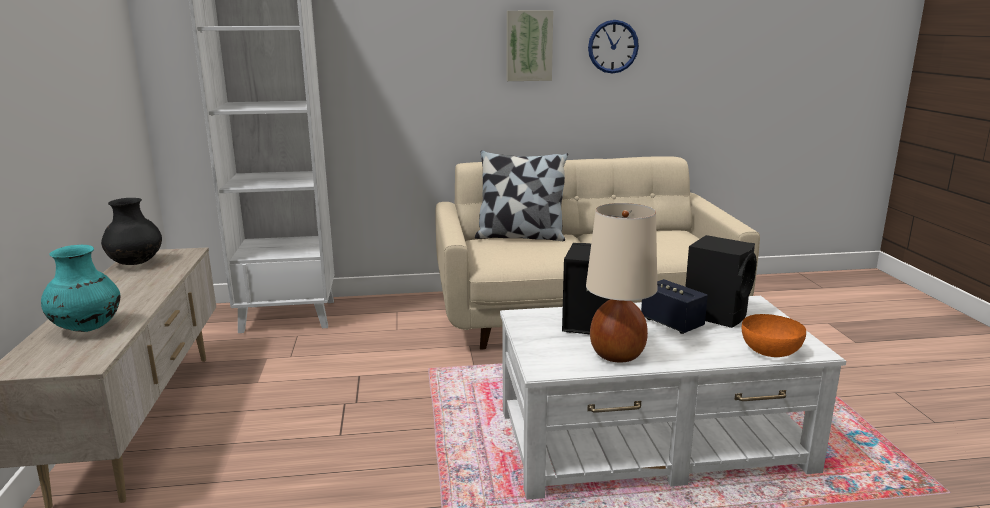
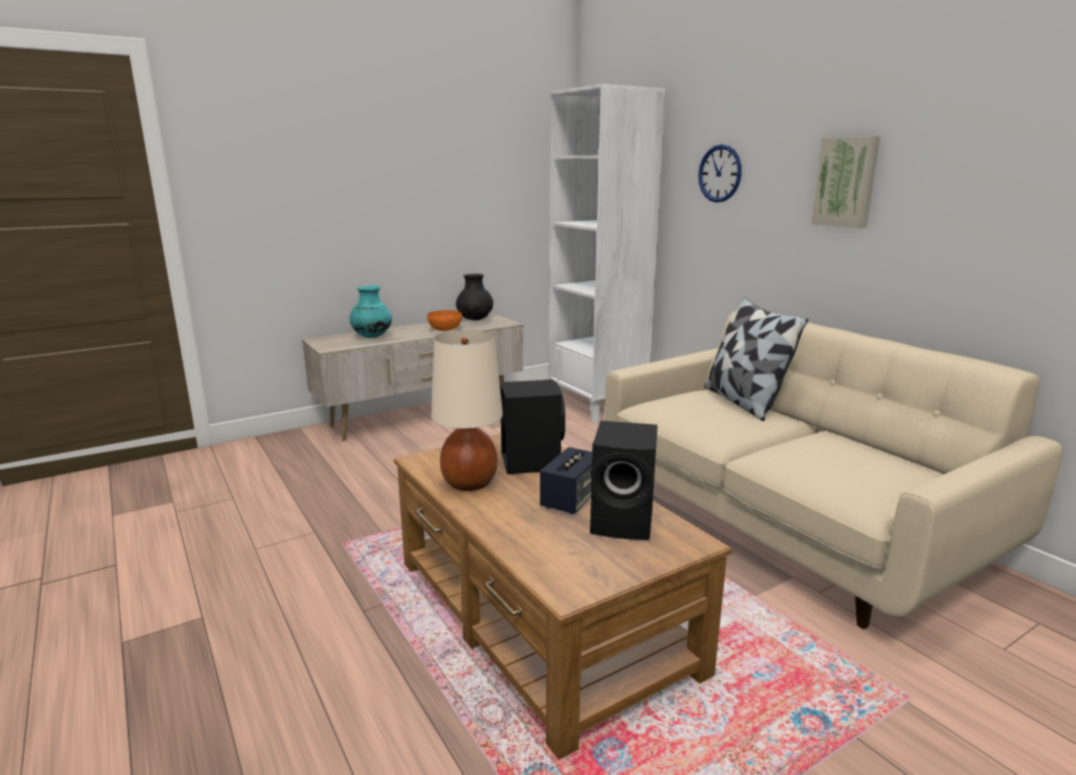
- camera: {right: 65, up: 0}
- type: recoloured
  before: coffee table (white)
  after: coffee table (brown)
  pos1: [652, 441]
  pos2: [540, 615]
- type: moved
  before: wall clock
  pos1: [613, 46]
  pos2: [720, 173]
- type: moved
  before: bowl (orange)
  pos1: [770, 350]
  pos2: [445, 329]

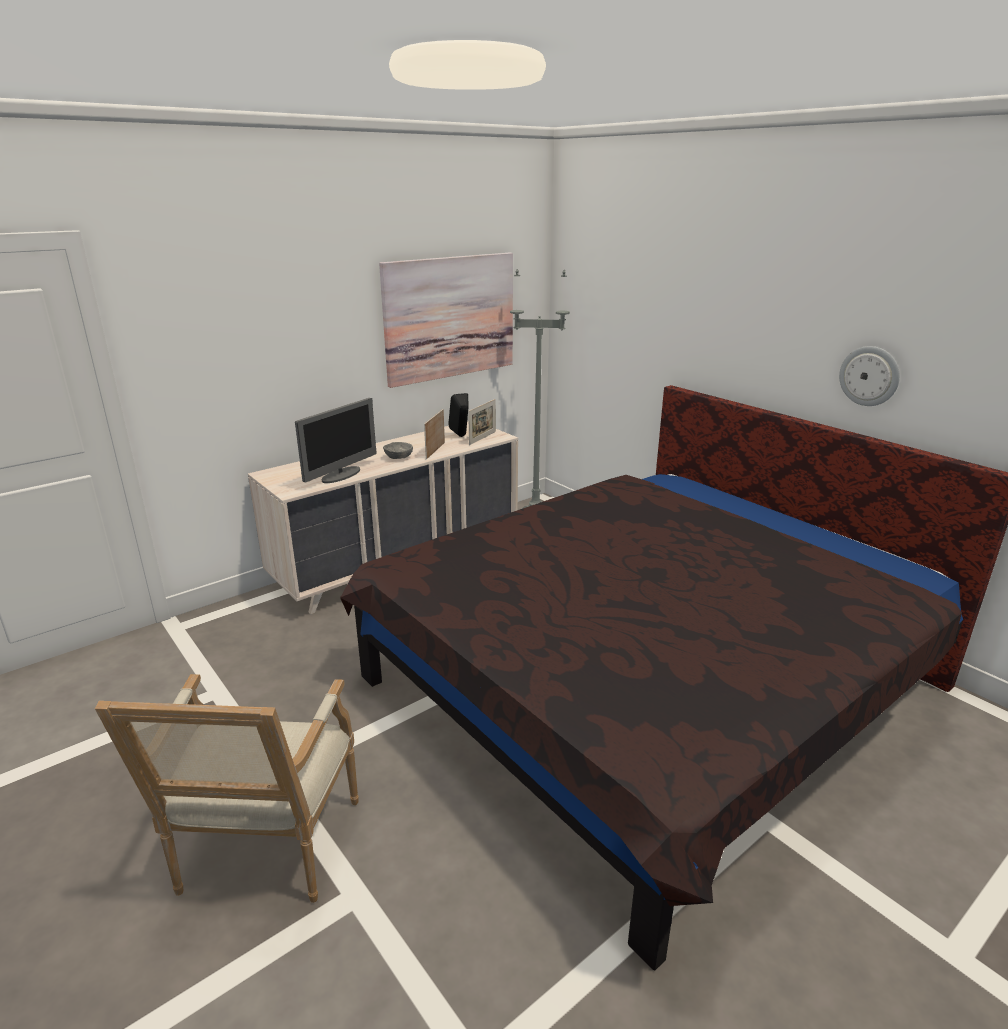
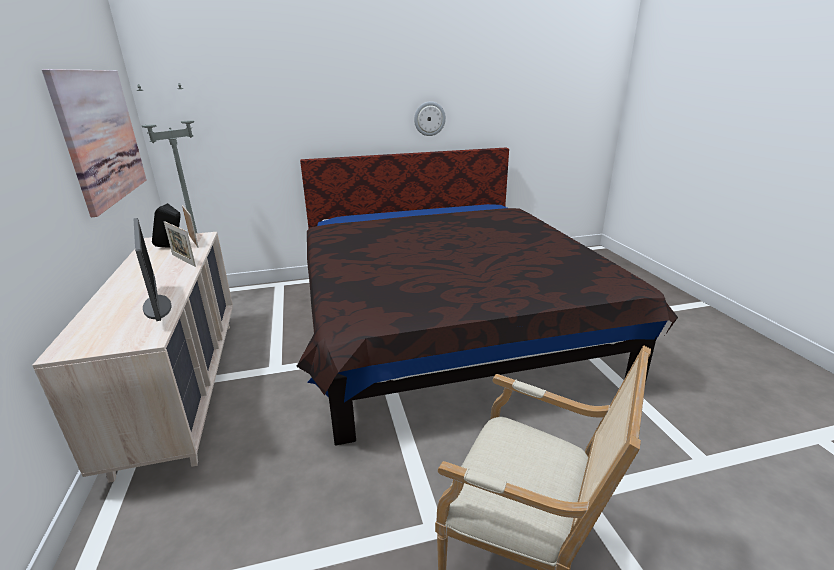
- camera: {right: -65, up: 0}
- type: removed
  before: bowl (grey)
  pos1: [398, 458]

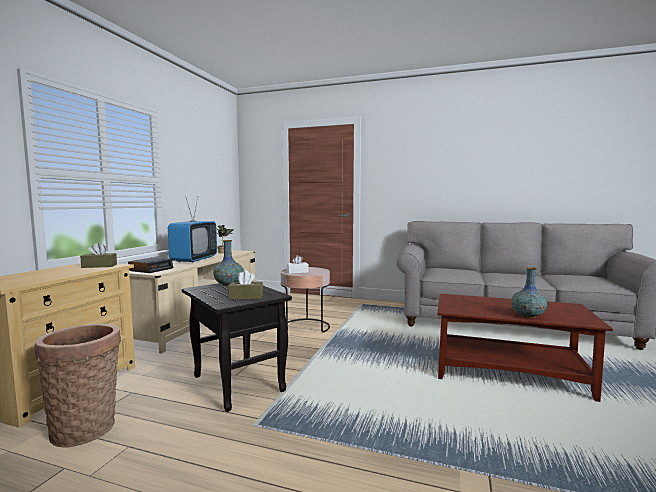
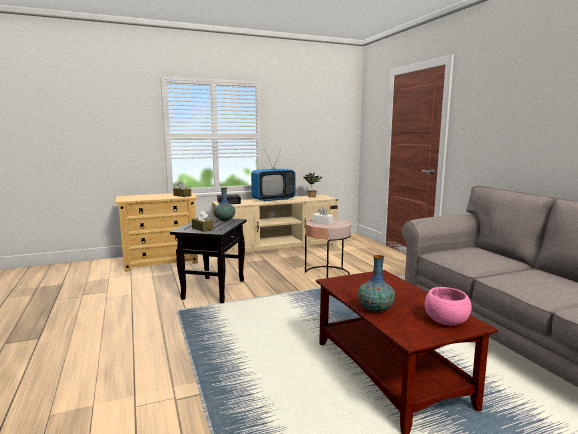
- camera: {right: 50, up: 5}
- type: removed
  before: basket
  pos1: [86, 427]
- type: added
  after: bowl (pink)
  pos2: [446, 321]

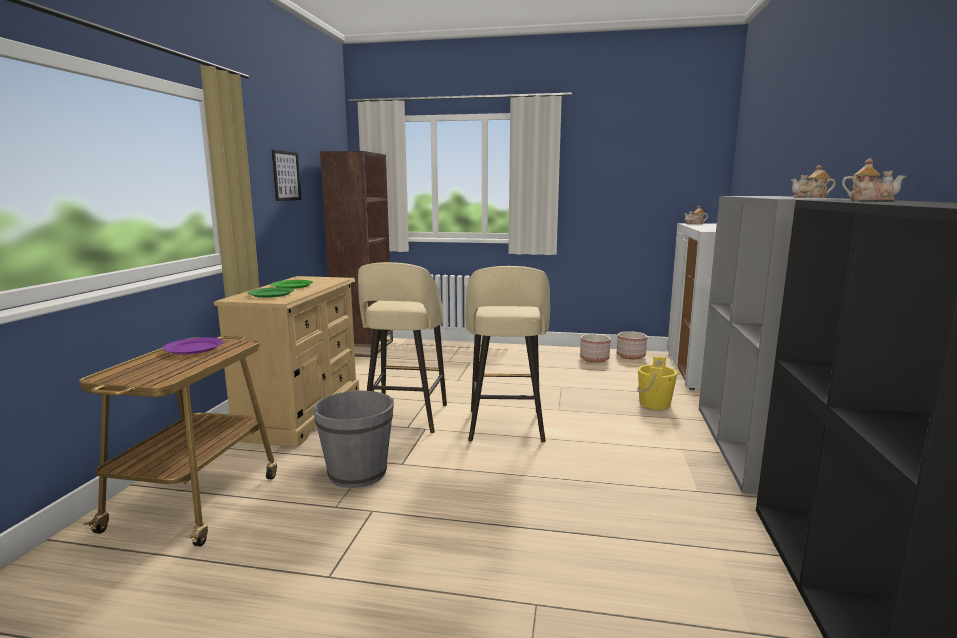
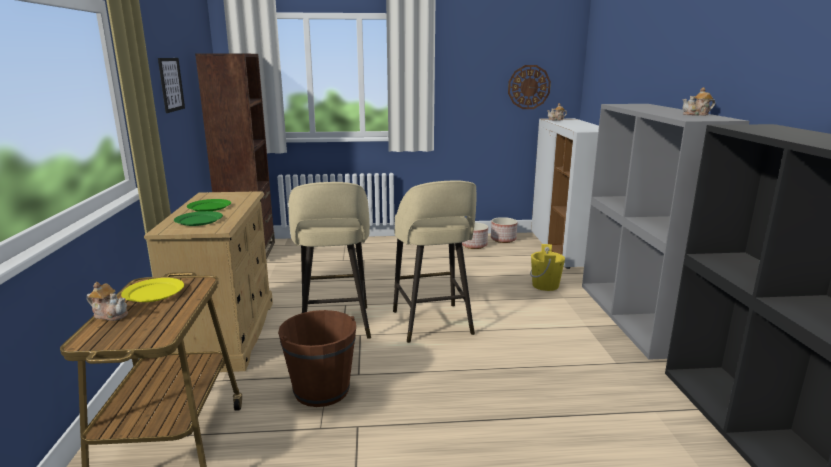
- camera: {right: -15, up: 5}
- type: recoloured
  before: plate (purple)
  after: plate (yellow)
  pos1: [193, 348]
  pos2: [153, 293]
- type: recoloured
  before: bucket (grey)
  after: bucket (brown)
  pos1: [357, 473]
  pos2: [321, 390]
- type: moved
  before: teapot
  pos1: [870, 200]
  pos2: [110, 314]
- type: added
  after: wall clock
  pos2: [529, 87]

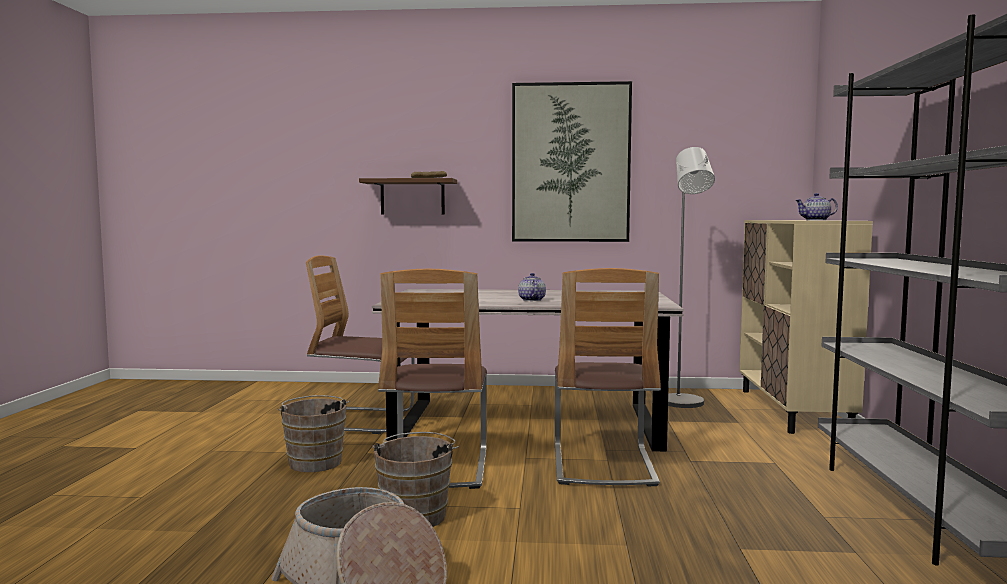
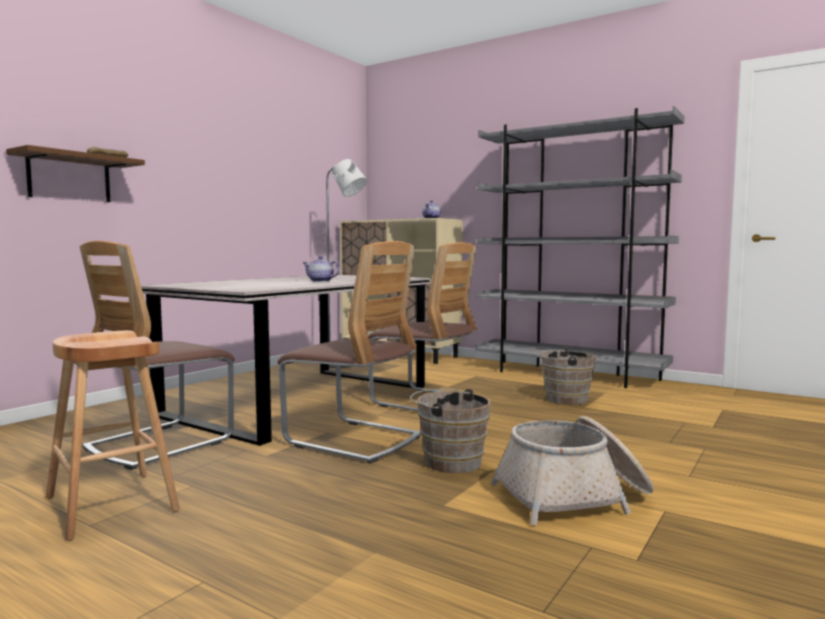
- camera: {right: -60, up: 0}
- type: moved
  before: bucket (brown)
  pos1: [315, 461]
  pos2: [562, 399]
- type: removed
  before: picture
  pos1: [570, 163]
- type: added
  after: stool (brown)
  pos2: [111, 504]

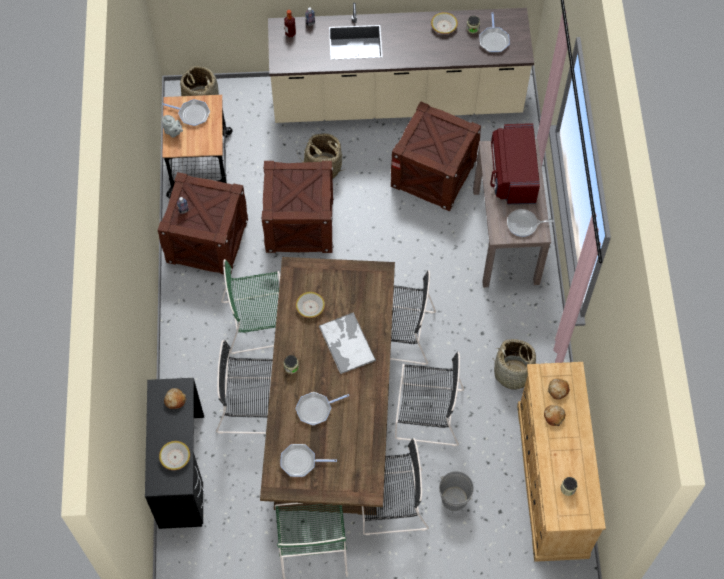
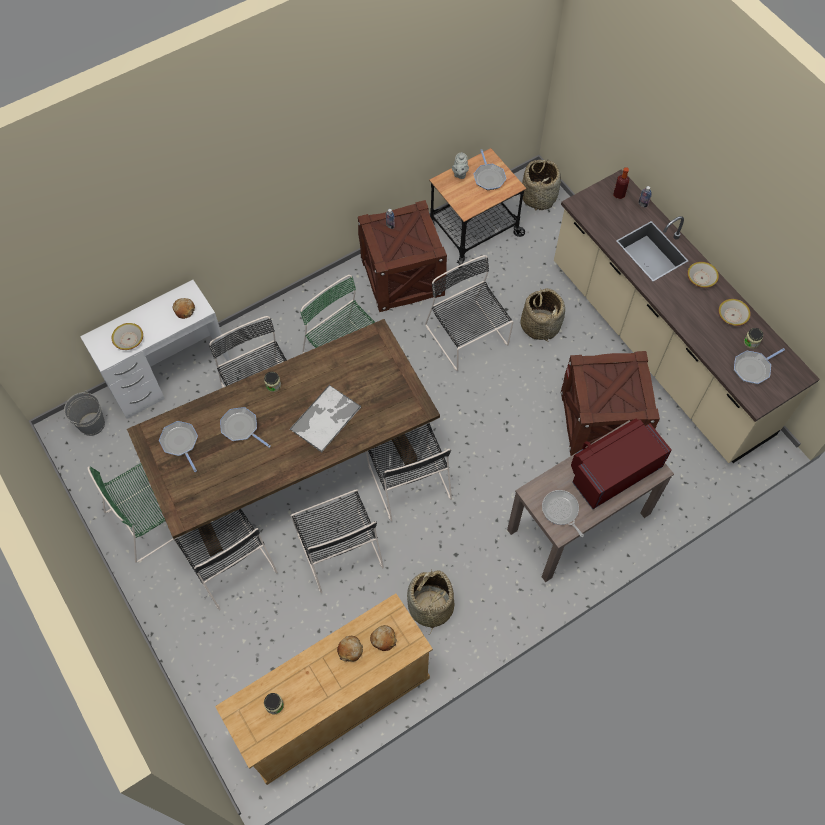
- camera: {right: 60, up: 0}
- type: recoloured
  before: desk (black)
  after: desk (white)
  pos1: [181, 471]
  pos2: [170, 375]
- type: replaced
  before: crate
  after: chair (black)
  pos1: [299, 224]
  pos2: [468, 337]
- type: moved
  before: bowl
  pos1: [310, 307]
  pos2: [701, 278]
- type: moved
  before: bucket (grey)
  pos1: [454, 499]
  pos2: [92, 424]

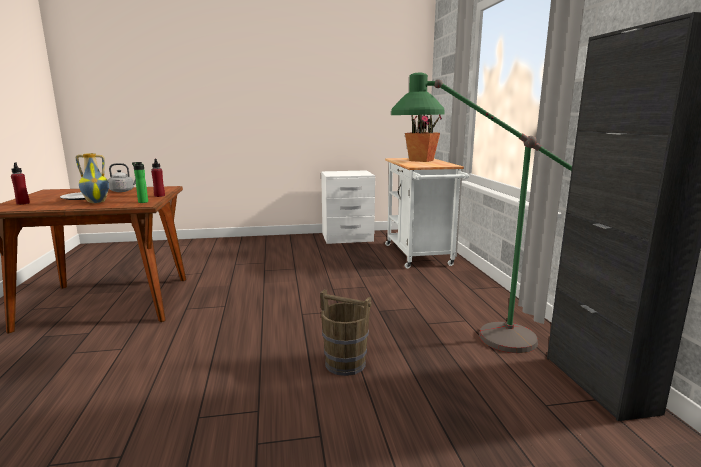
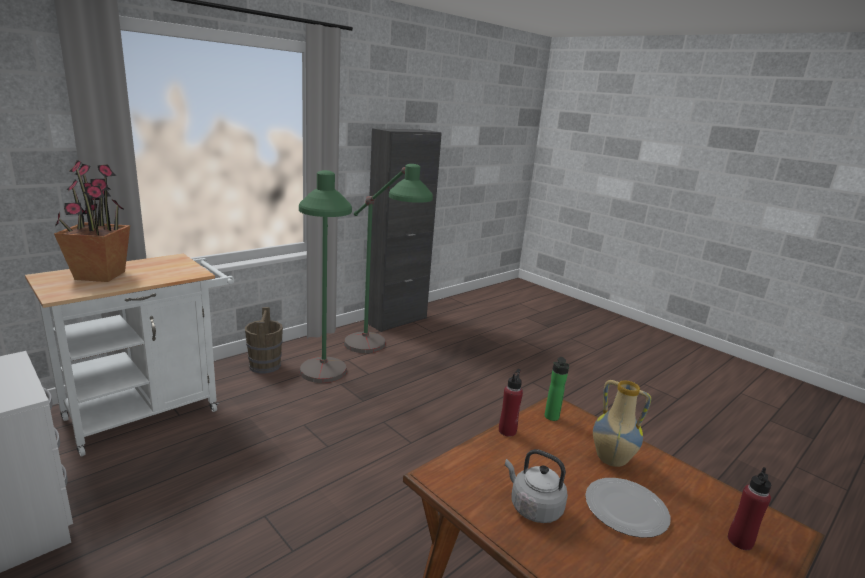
- camera: {right: -125, up: 5}
- type: moved
  before: bucket (brown)
  pos1: [345, 364]
  pos2: [265, 366]
- type: added
  after: floor lamp (green)
  pos2: [323, 388]

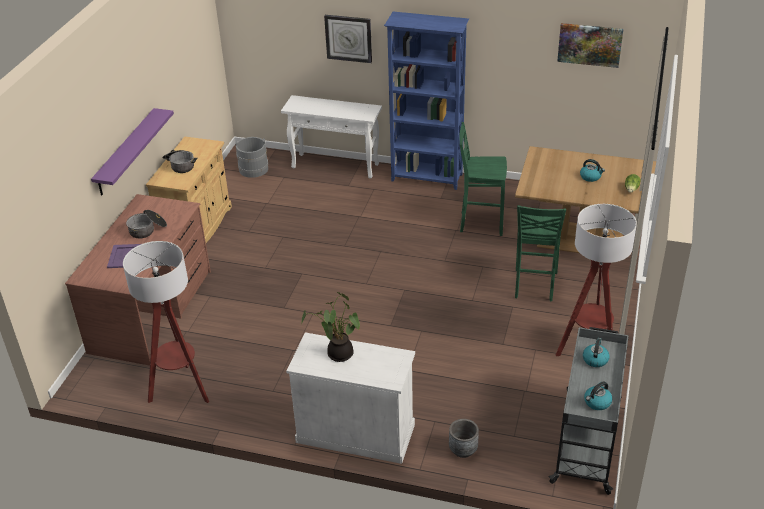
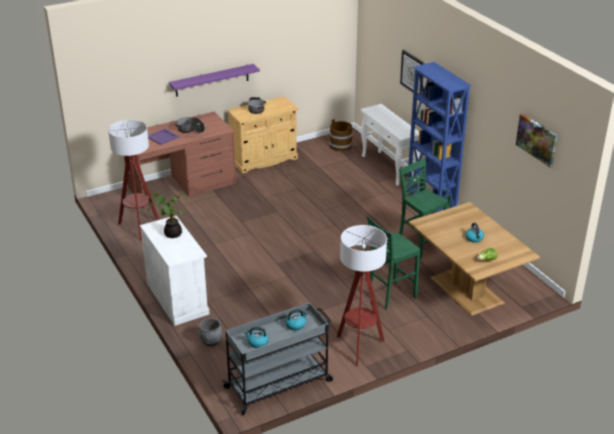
- camera: {right: 45, up: -5}
- type: recoloured
  before: bucket (grey)
  after: bucket (brown)
  pos1: [253, 169]
  pos2: [340, 146]

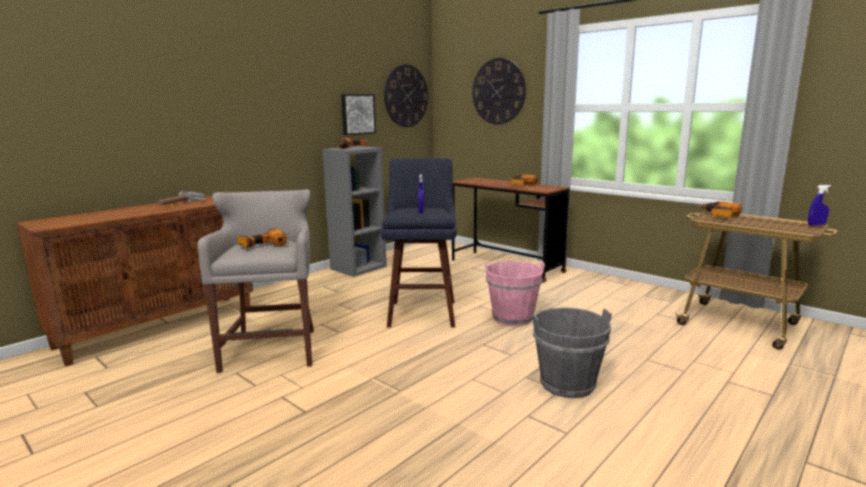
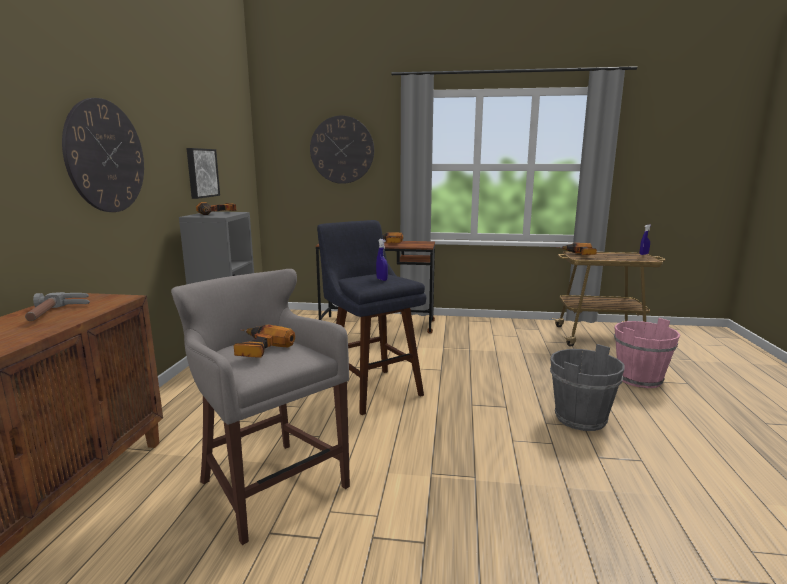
- camera: {right: -35, up: 0}
- type: moved
  before: wall clock
  pos1: [406, 96]
  pos2: [105, 156]
- type: moved
  before: bucket (pink)
  pos1: [512, 318]
  pos2: [639, 379]

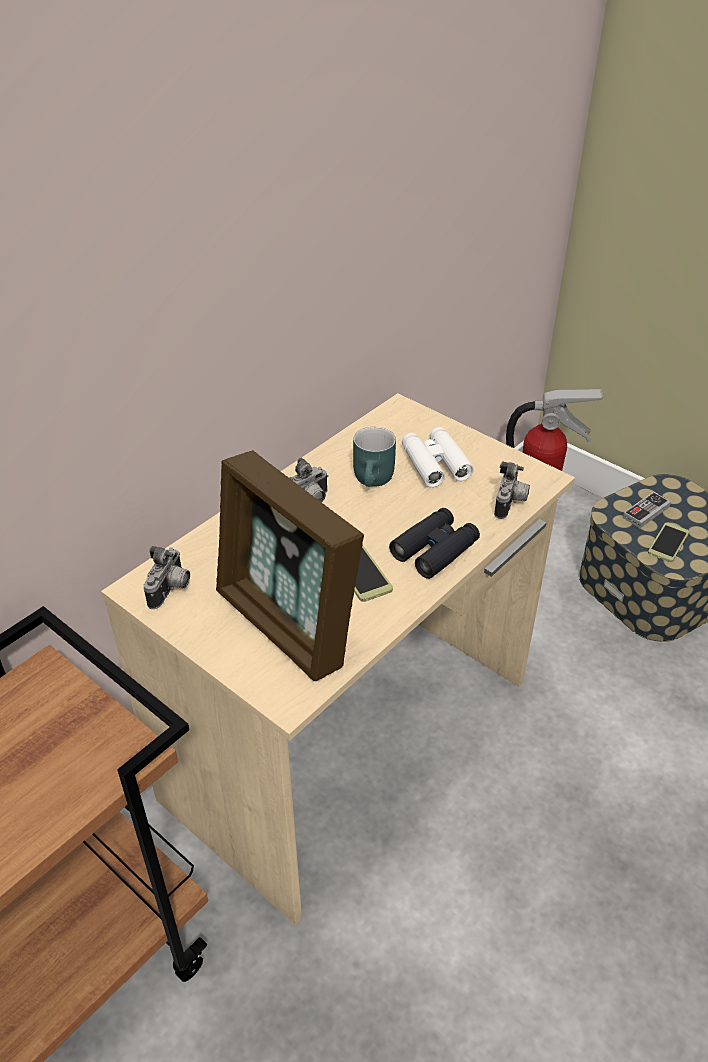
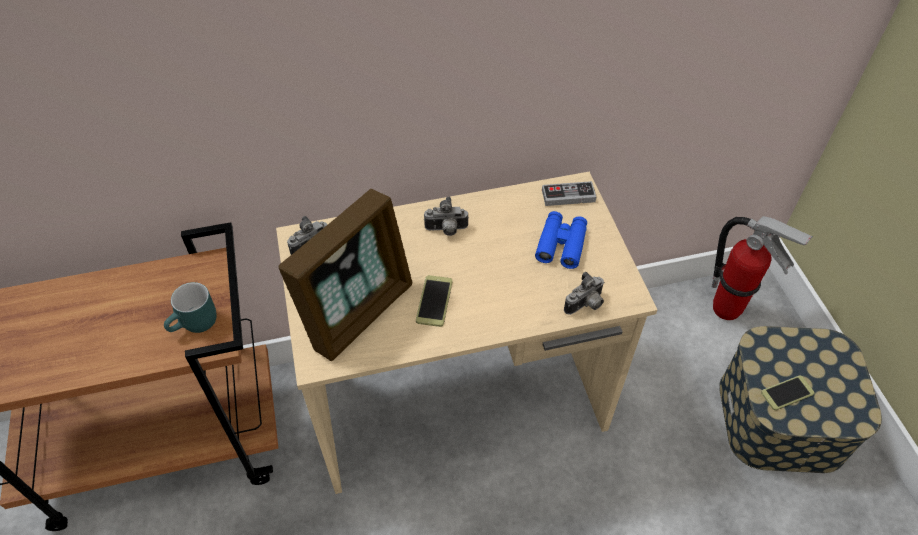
- camera: {right: 35, up: 10}
- type: turned
  before: picture frame
  pos1: [287, 624]
  pos2: [358, 312]
  turn: -135
- type: moved
  before: mug (turquoise)
  pos1: [375, 480]
  pos2: [196, 325]
- type: removed
  before: binoculars (black)
  pos1: [435, 549]
- type: recoloured
  before: binoculars (white)
  after: binoculars (blue)
  pos1: [435, 464]
  pos2: [561, 244]
- type: moved
  before: game controller
  pos1: [646, 512]
  pos2: [568, 196]

